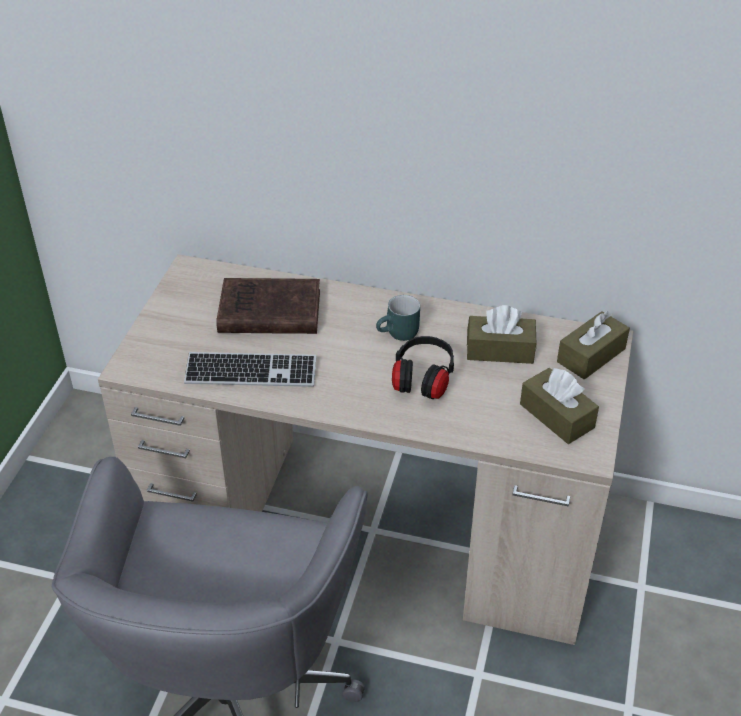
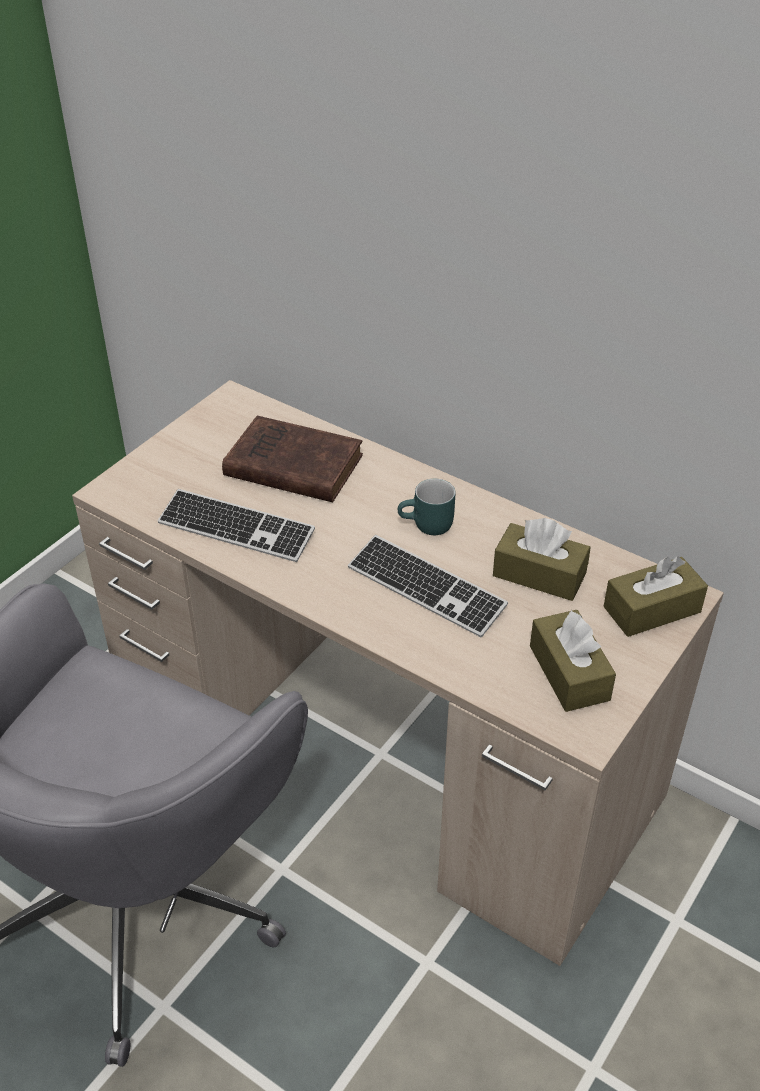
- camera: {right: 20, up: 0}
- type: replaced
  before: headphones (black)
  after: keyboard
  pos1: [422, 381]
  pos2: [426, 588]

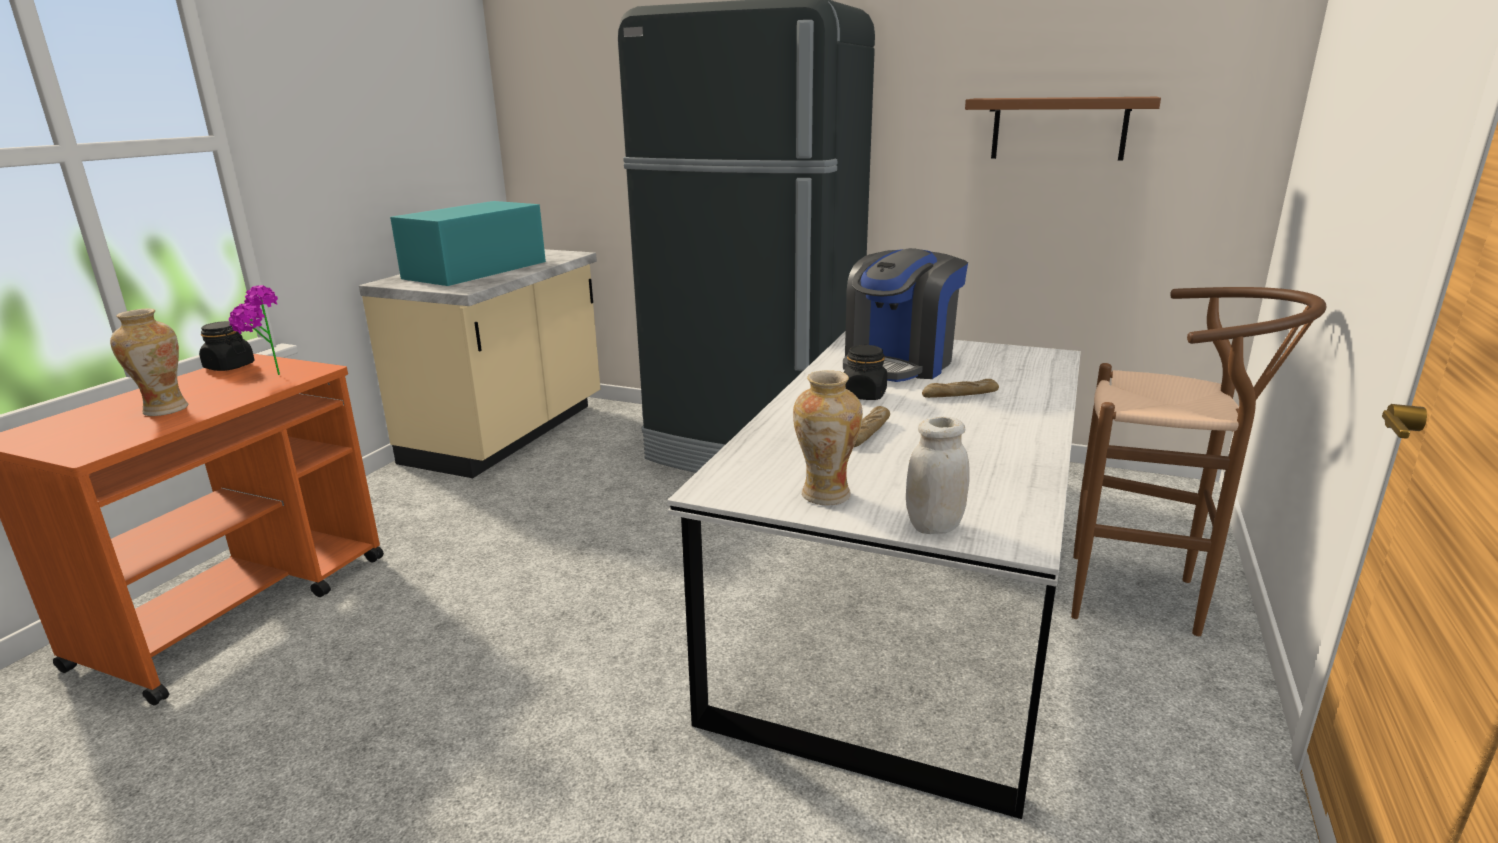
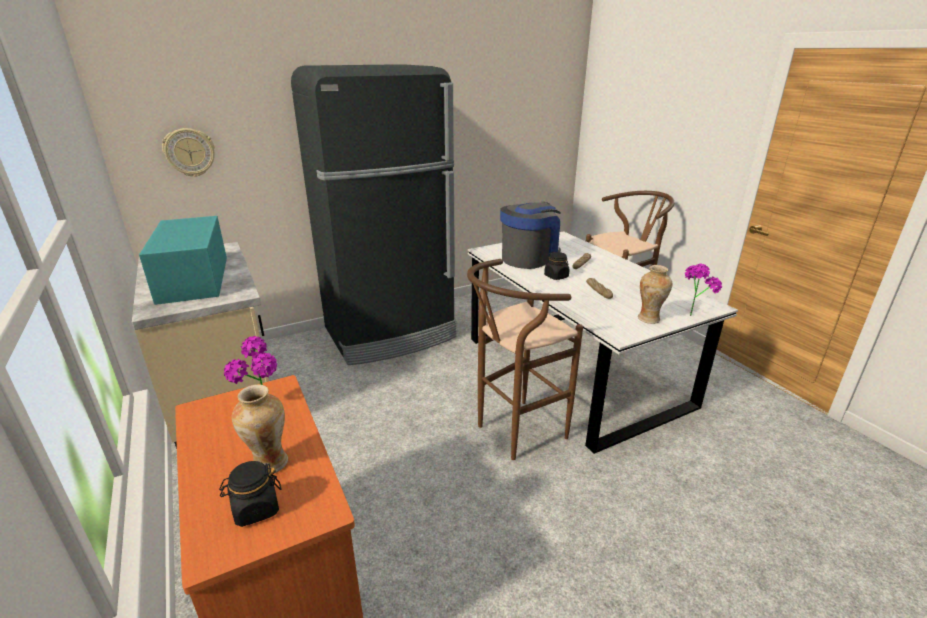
- camera: {right: -50, up: 5}
- type: moved
  before: jar (black)
  pos1: [229, 366]
  pos2: [256, 509]
- type: turned
  before: coffee machine
  pos1: [899, 363]
  pos2: [529, 258]
  turn: -120
- type: replaced
  before: jar (white)
  after: potted plant
  pos1: [934, 526]
  pos2: [693, 313]
- type: removed
  before: shelf (brown)
  pos1: [1059, 128]
- type: added
  after: wall clock
  pos2: [189, 152]
- type: added
  after: stool (brown)
  pos2: [513, 433]

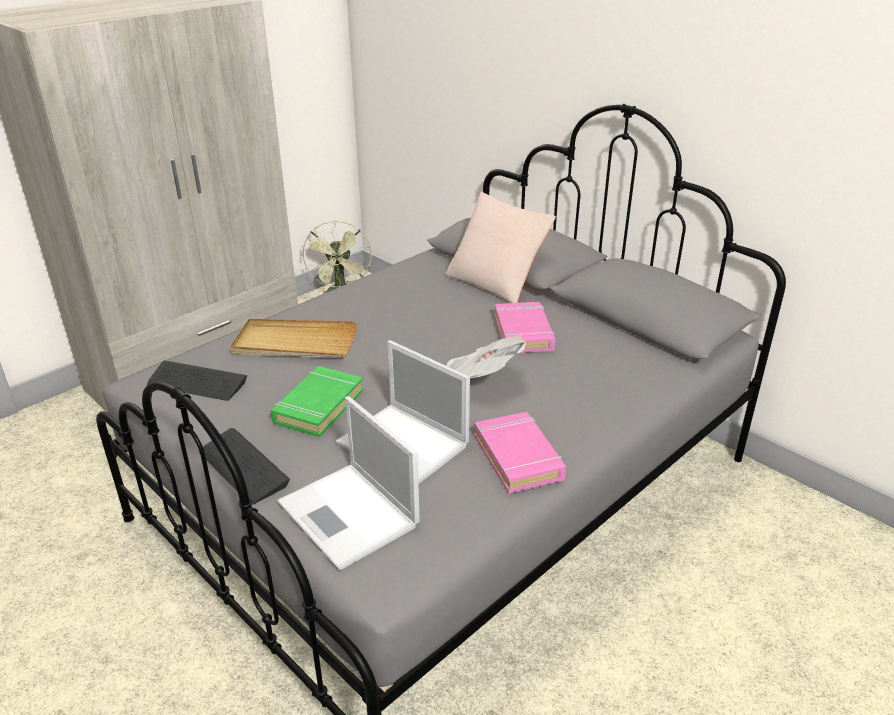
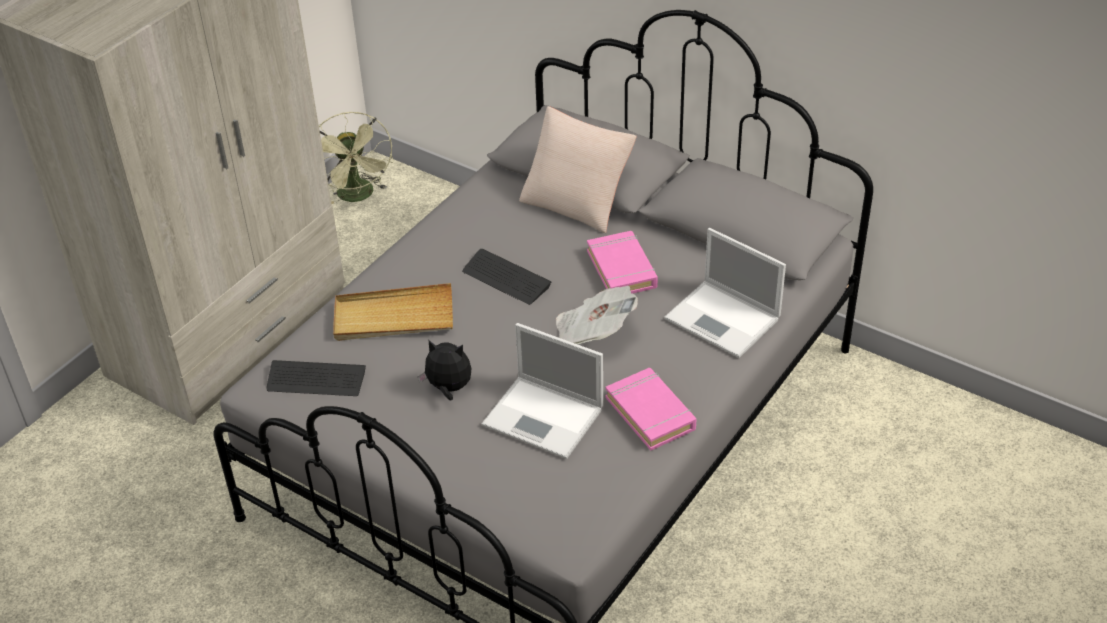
- camera: {right: -10, up: 10}
- type: moved
  before: keyboard
  pos1: [243, 467]
  pos2: [506, 278]
- type: replaced
  before: book (green)
  after: plush toy
  pos1: [318, 406]
  pos2: [448, 388]
- type: moved
  before: laptop
  pos1: [350, 516]
  pos2: [724, 319]

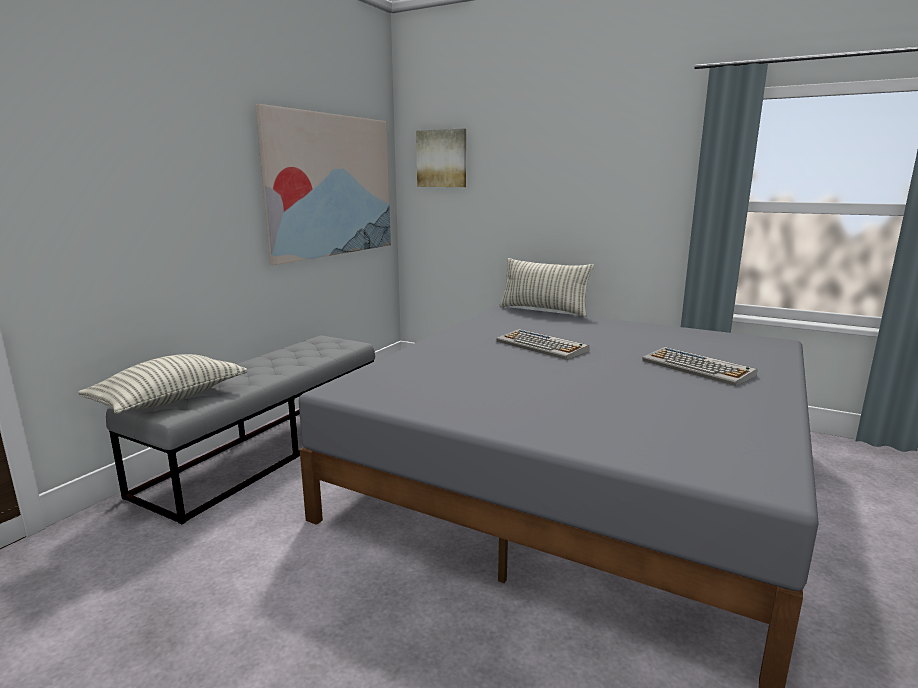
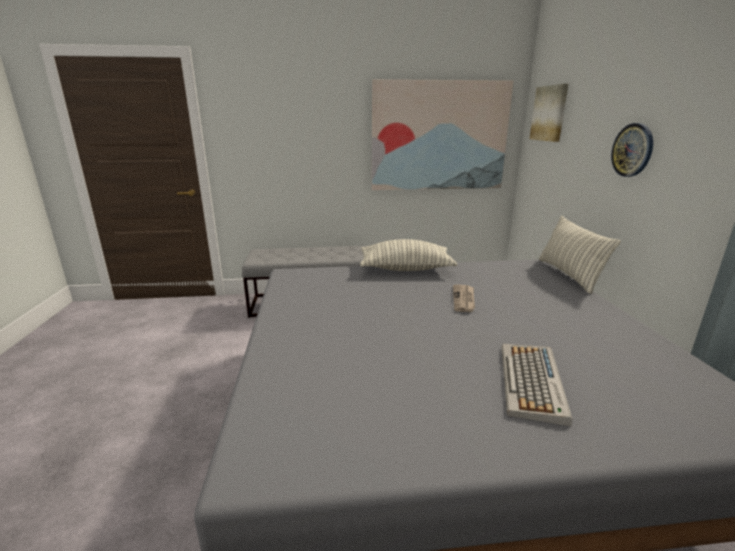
- camera: {right: 55, up: 5}
- type: moved
  before: pillow
  pos1: [170, 400]
  pos2: [405, 269]
- type: replaced
  before: keyboard
  after: newspaper
  pos1: [542, 346]
  pos2: [464, 299]
- type: added
  after: wall clock
  pos2: [632, 150]

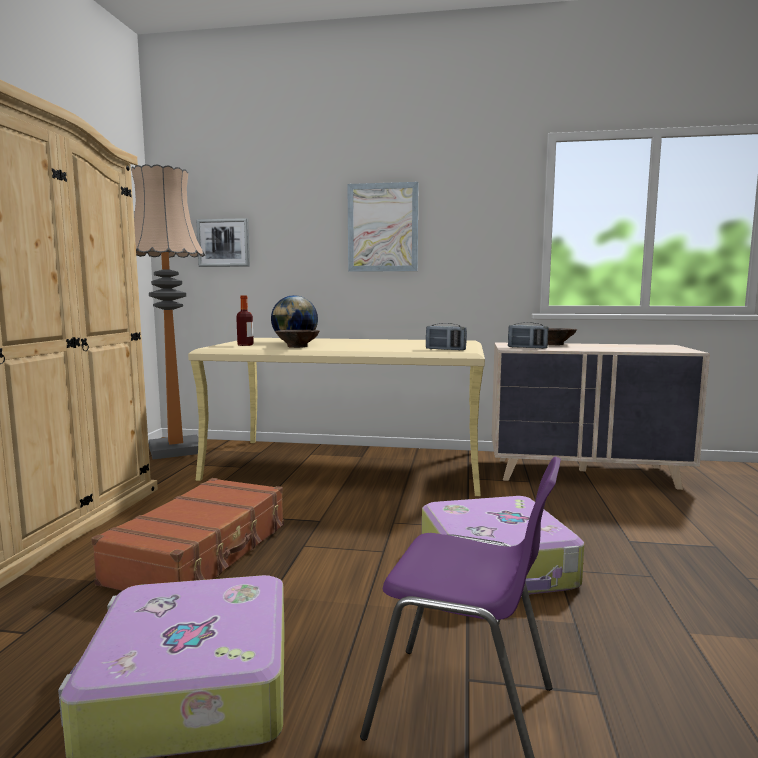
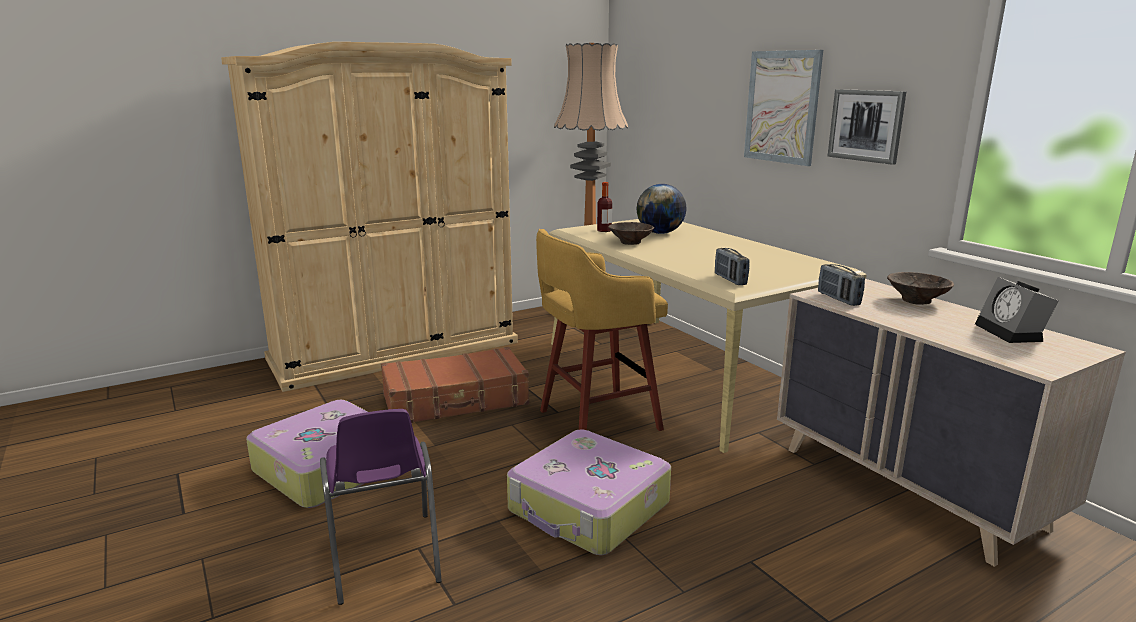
- camera: {right: 50, up: 10}
- type: moved
  before: picture
  pos1: [223, 243]
  pos2: [866, 125]
- type: added
  after: stool (yellow)
  pos2: [595, 421]
- type: added
  after: alarm clock
  pos2: [1012, 333]

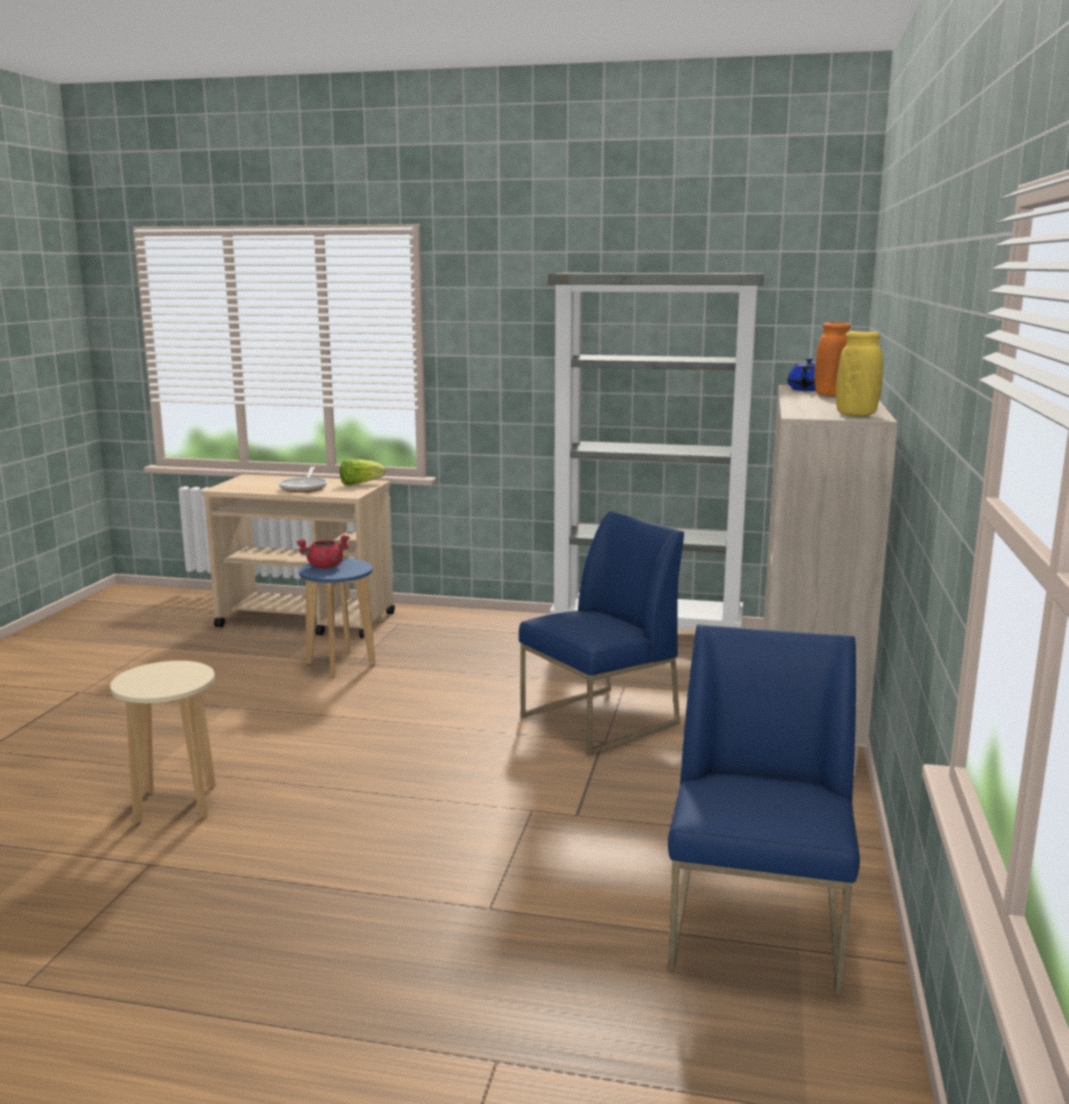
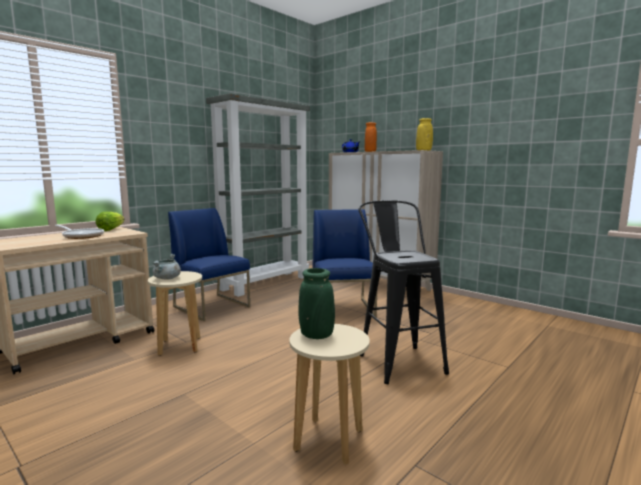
- camera: {right: -60, up: -5}
- type: recoloured
  before: cooking pot (red)
  after: cooking pot (grey)
  pos1: [325, 567]
  pos2: [167, 278]
- type: recoloured
  before: stool (blue)
  after: stool (beige)
  pos1: [340, 665]
  pos2: [180, 346]
- type: moved
  before: chair (blue)
  pos1: [757, 928]
  pos2: [212, 307]
- type: added
  after: vase (green)
  pos2: [316, 335]
- type: added
  after: stool (black)
  pos2: [397, 360]

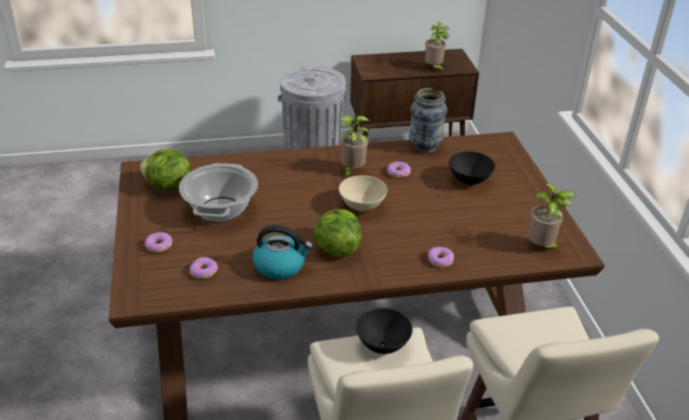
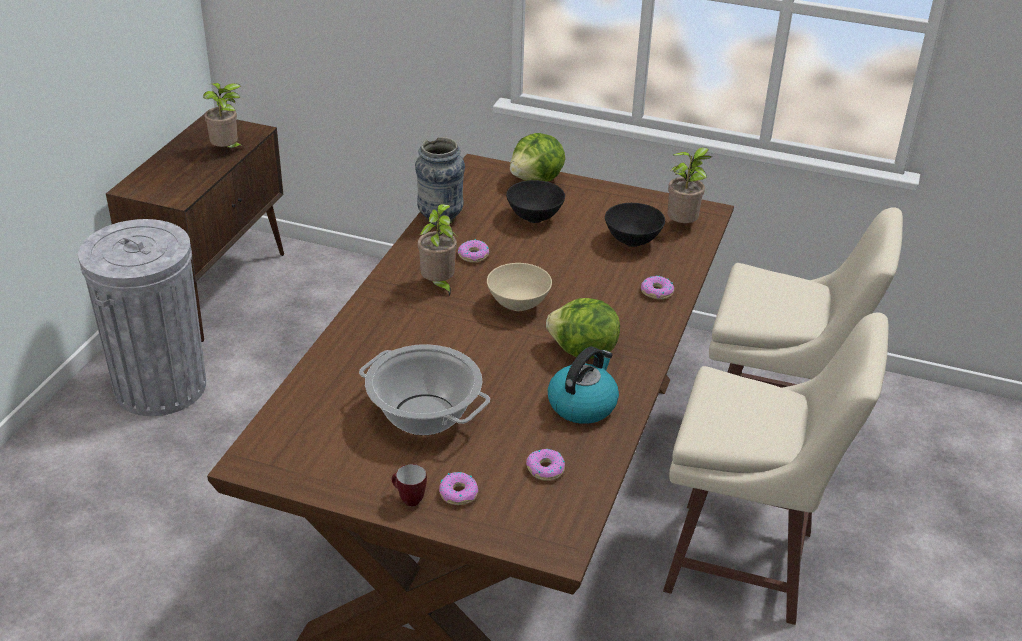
- camera: {right: -60, up: 0}
- type: moved
  before: lettuce
  pos1: [167, 187]
  pos2: [537, 180]
- type: moved
  before: bowl (black)
  pos1: [383, 345]
  pos2: [632, 241]
- type: added
  after: mug
  pos2: [408, 500]

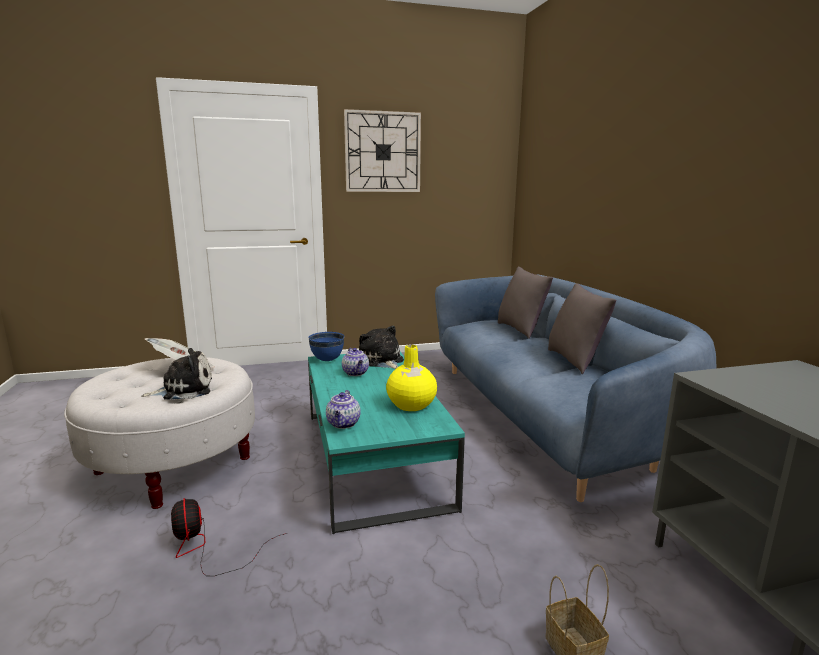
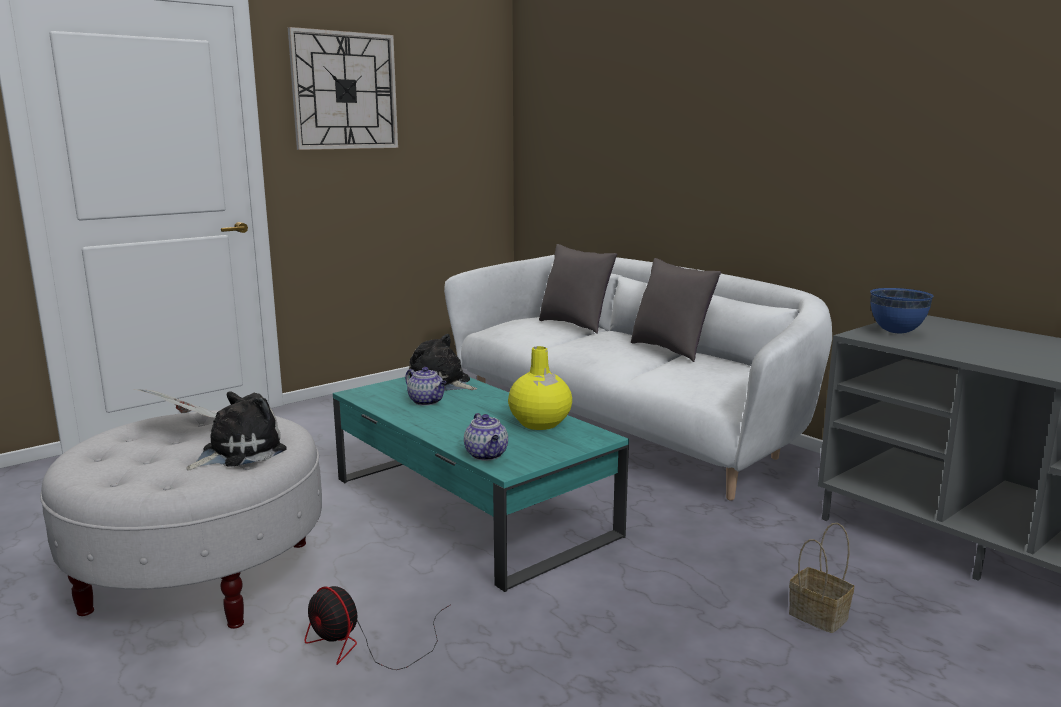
- camera: {right: -25, up: 0}
- type: moved
  before: bowl (blue)
  pos1: [327, 360]
  pos2: [896, 332]
- type: recoloured
  before: sofa (blue)
  after: sofa (white)
  pos1: [542, 416]
  pos2: [626, 427]

